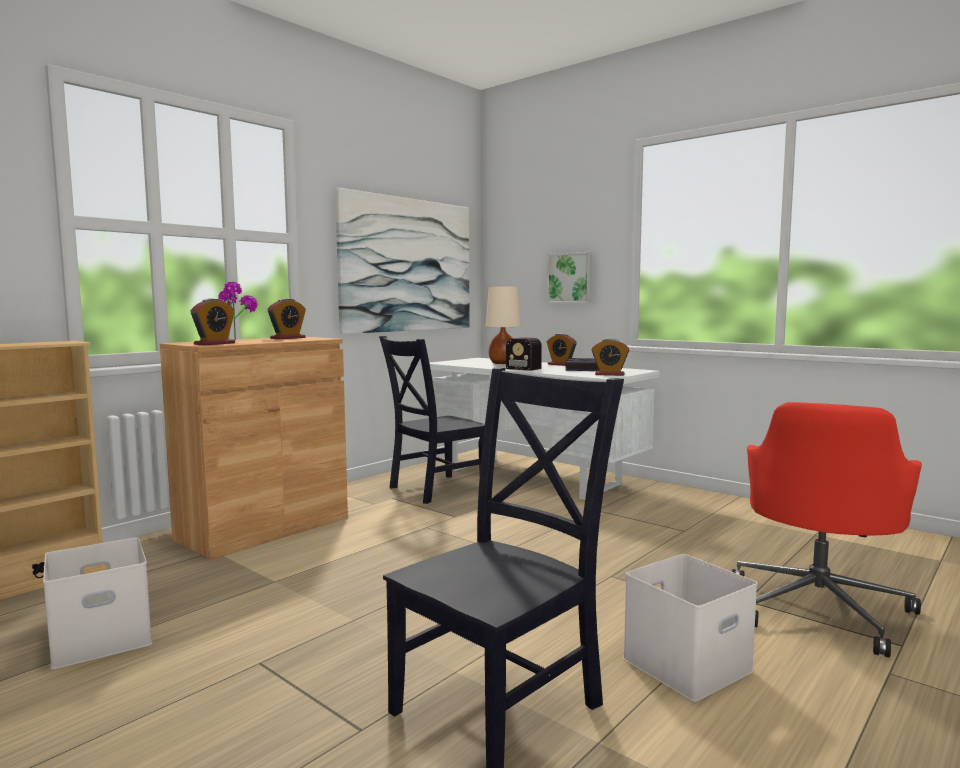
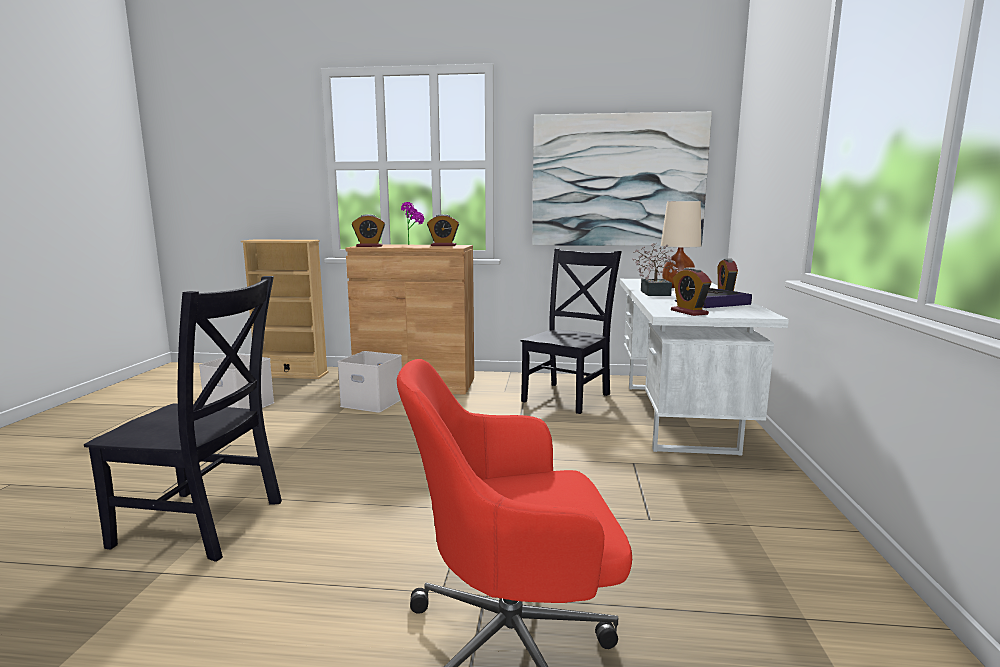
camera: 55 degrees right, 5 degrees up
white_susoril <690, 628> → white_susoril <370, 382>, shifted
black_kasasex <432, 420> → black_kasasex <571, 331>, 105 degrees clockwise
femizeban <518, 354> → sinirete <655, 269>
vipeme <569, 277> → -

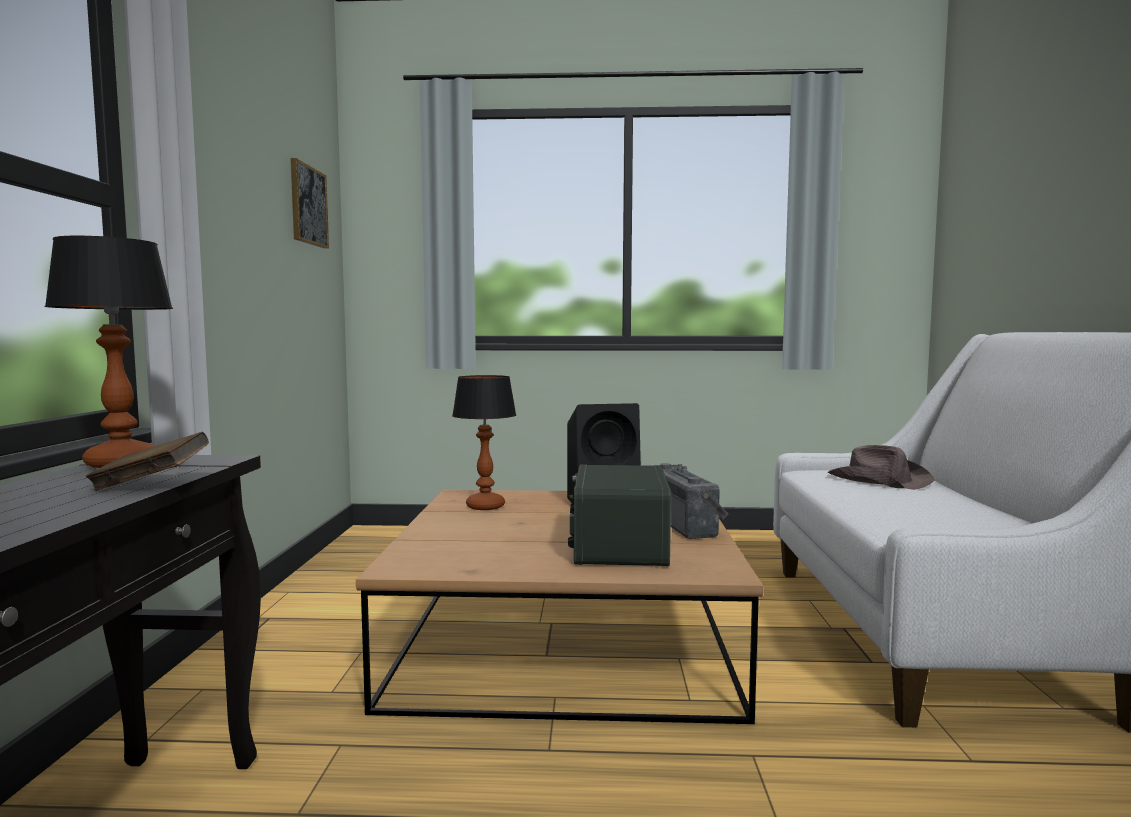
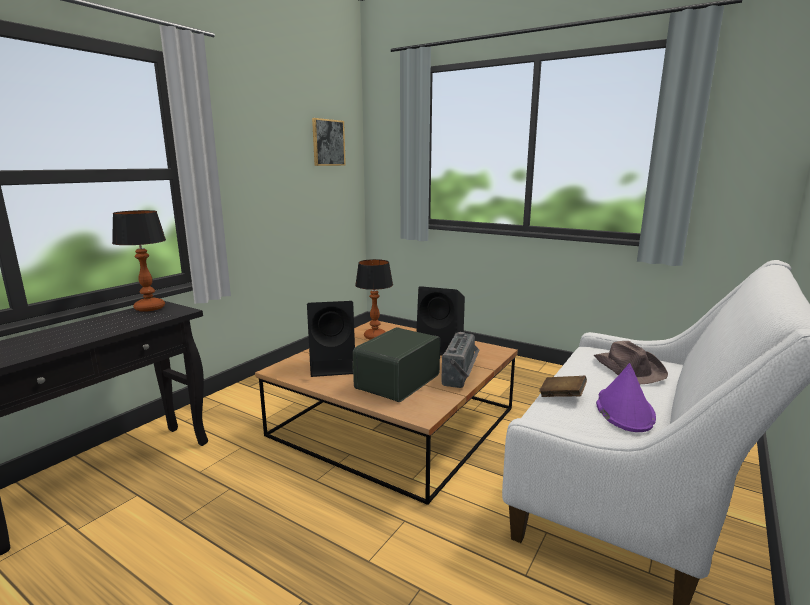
camera: 30 degrees right, 10 degrees up
- → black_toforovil <331, 339>
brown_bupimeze <147, 461> → brown_bupimeze <563, 386>, shifted
- → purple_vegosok <626, 397>

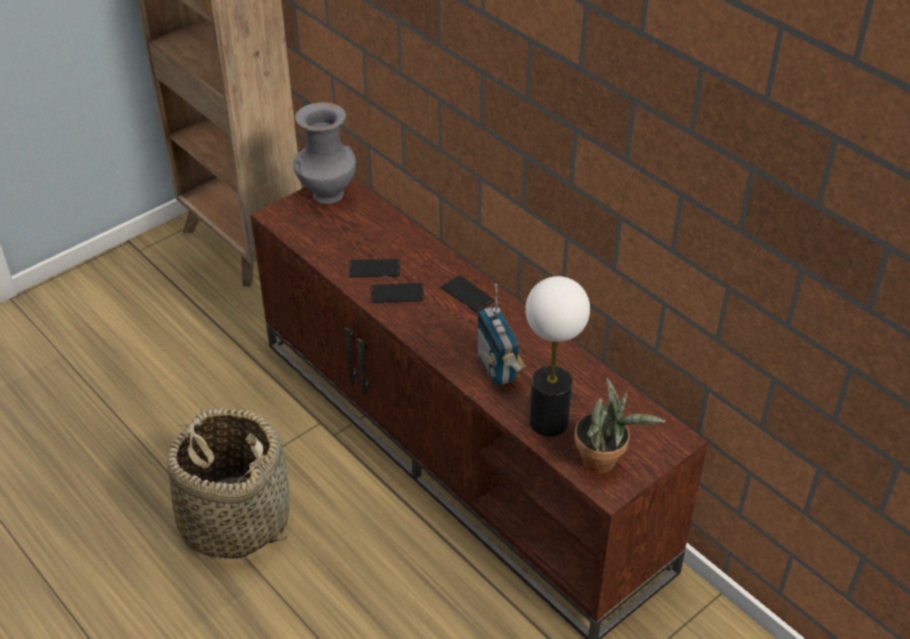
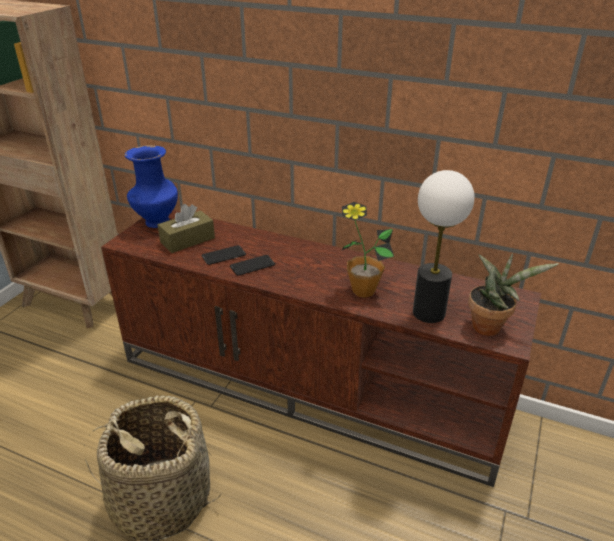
camera: 25 degrees left, 10 degrees down
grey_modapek <324, 153> → blue_modapek <151, 186>
- → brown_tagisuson <186, 228>
femizeban <501, 335> → sinirete <368, 250>
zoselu <468, 294> → -

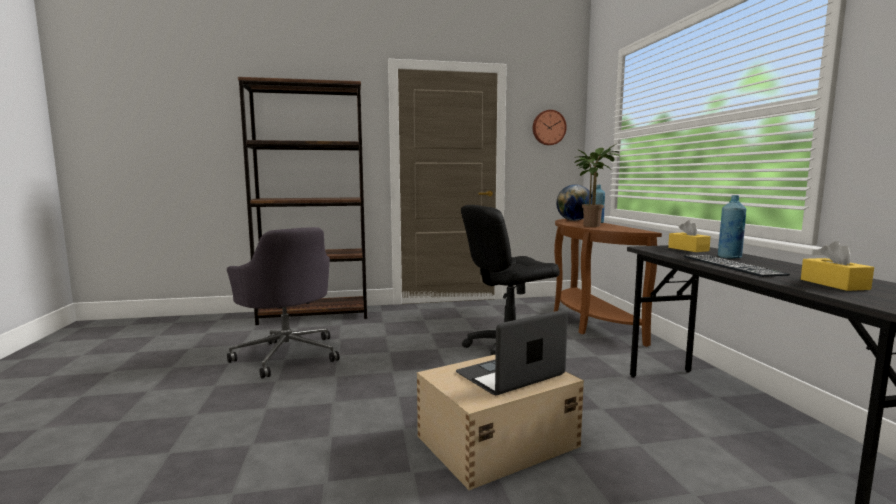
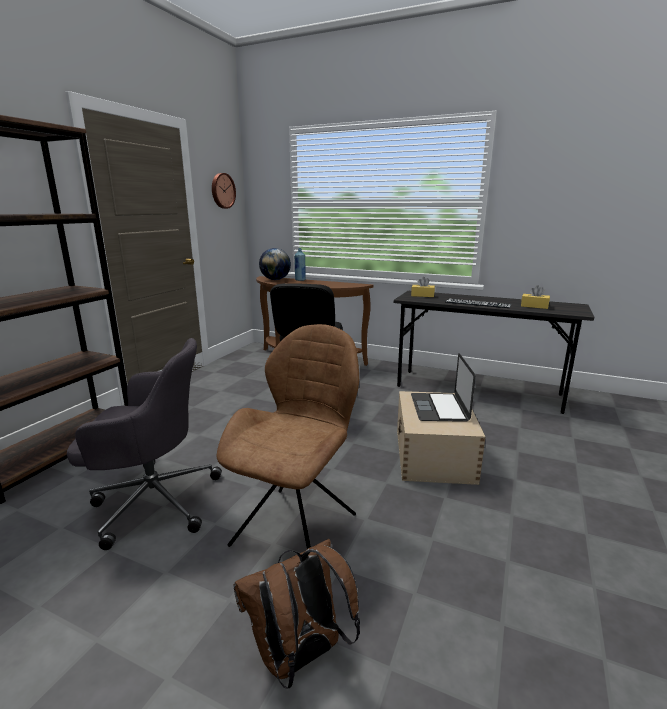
camera: 55 degrees left, 10 degrees up
- → brown_kasasex <287, 436>
- → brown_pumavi <297, 614>
sinirete <598, 185> → -
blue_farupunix <732, 226> → -

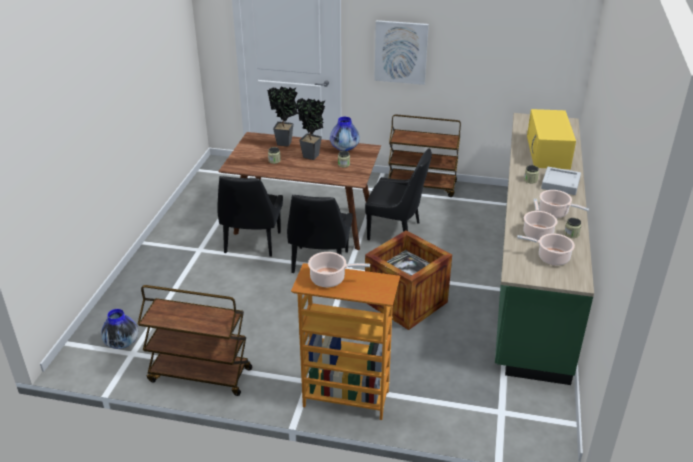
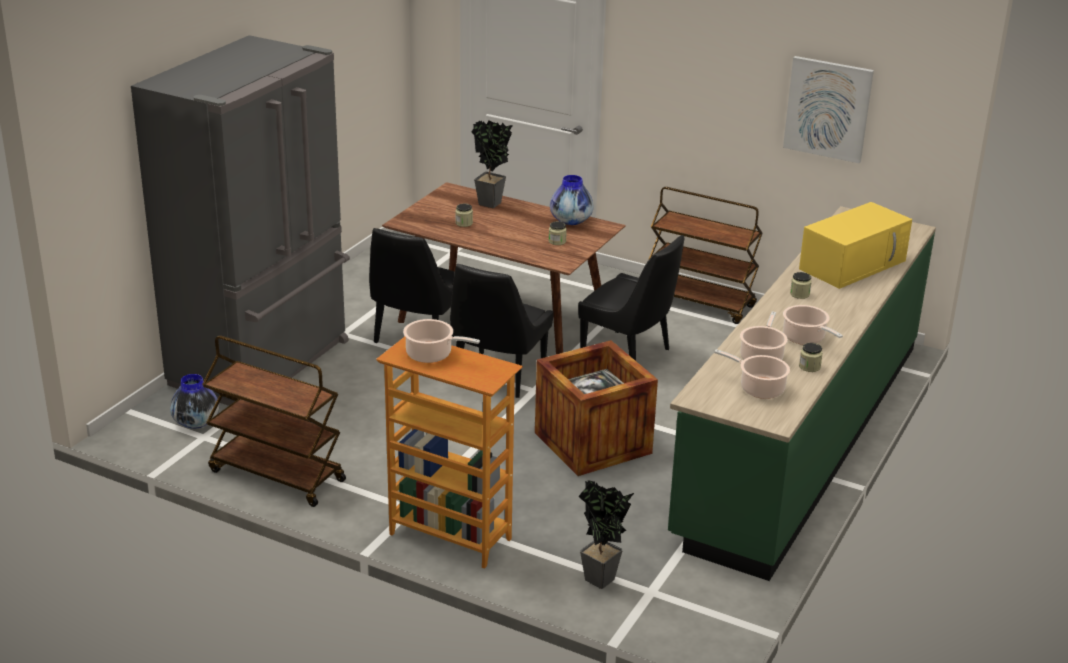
camera: 15 degrees right, 5 degrees down
- → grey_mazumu <240, 220>
sinirete <311, 129> → sinirete <606, 534>, shifted
vipeme <401, 52> → vipeme <828, 109>, shifted
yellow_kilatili <551, 139> → yellow_kilatili <855, 245>, 150 degrees counterclockwise
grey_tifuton <561, 181> → -

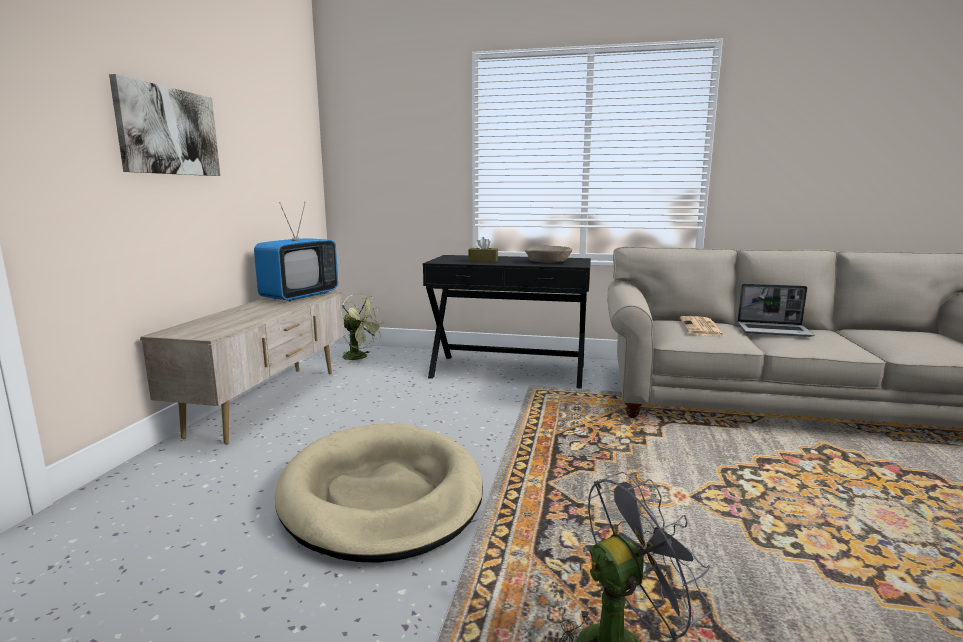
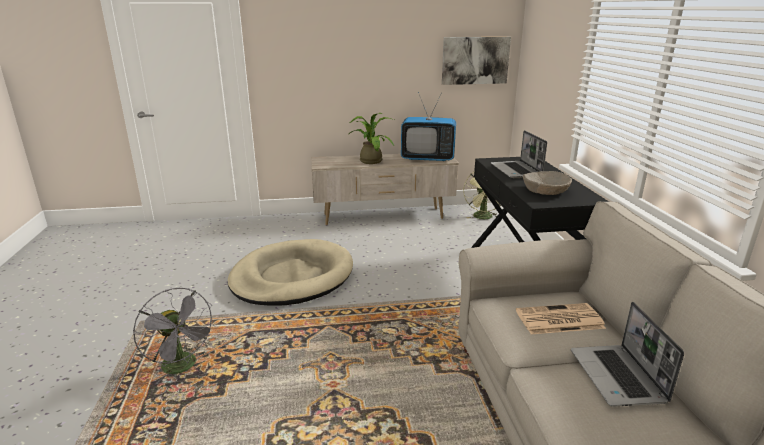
camera: 70 degrees right, 10 degrees up
- → sinirete <371, 138>
vipeme <164, 125> → vipeme <476, 61>, shifted
brown_tagisuson <483, 249> → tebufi <519, 154>

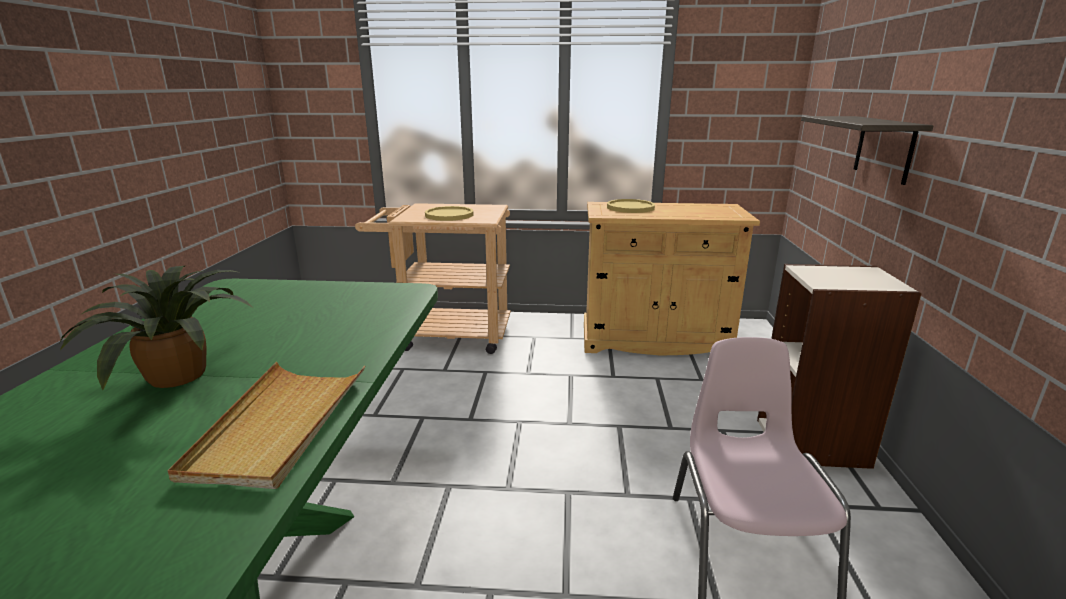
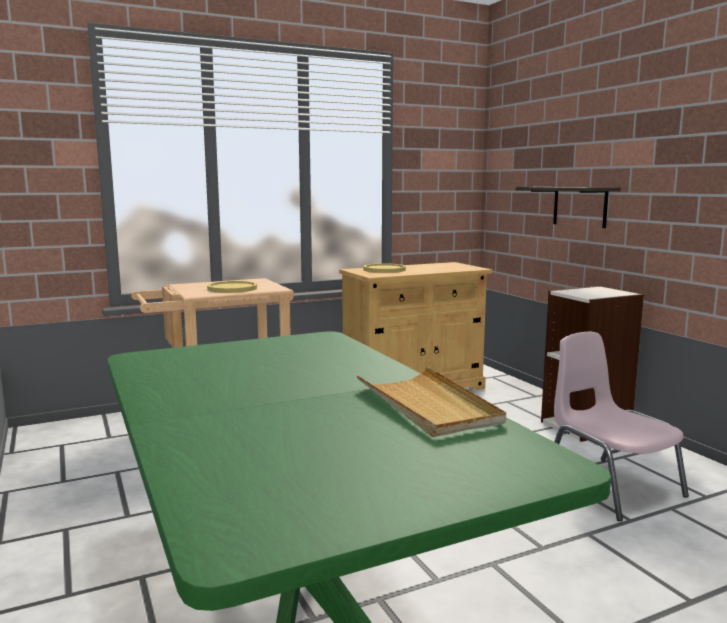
camera: 30 degrees left, 10 degrees down
sinirete <156, 328> → -

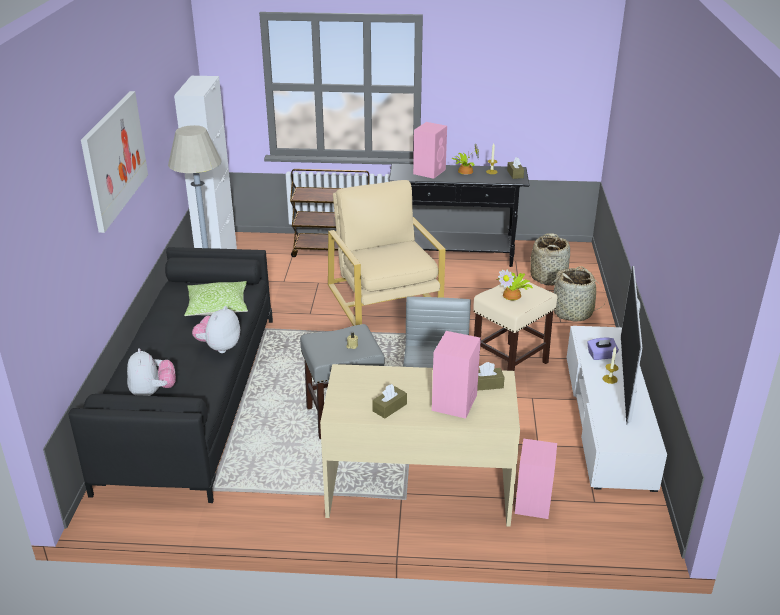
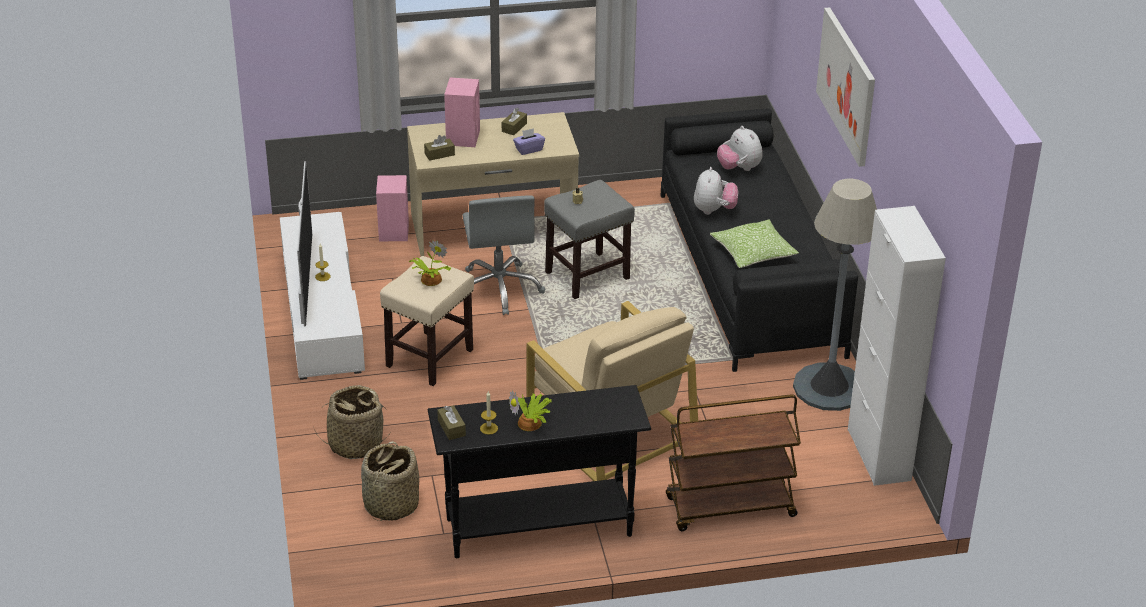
camera: 165 degrees right, 5 degrees up
purple_tagisuson <603, 349> → purple_tagisuson <529, 141>, shifted
pink_toforovil <430, 150> → -

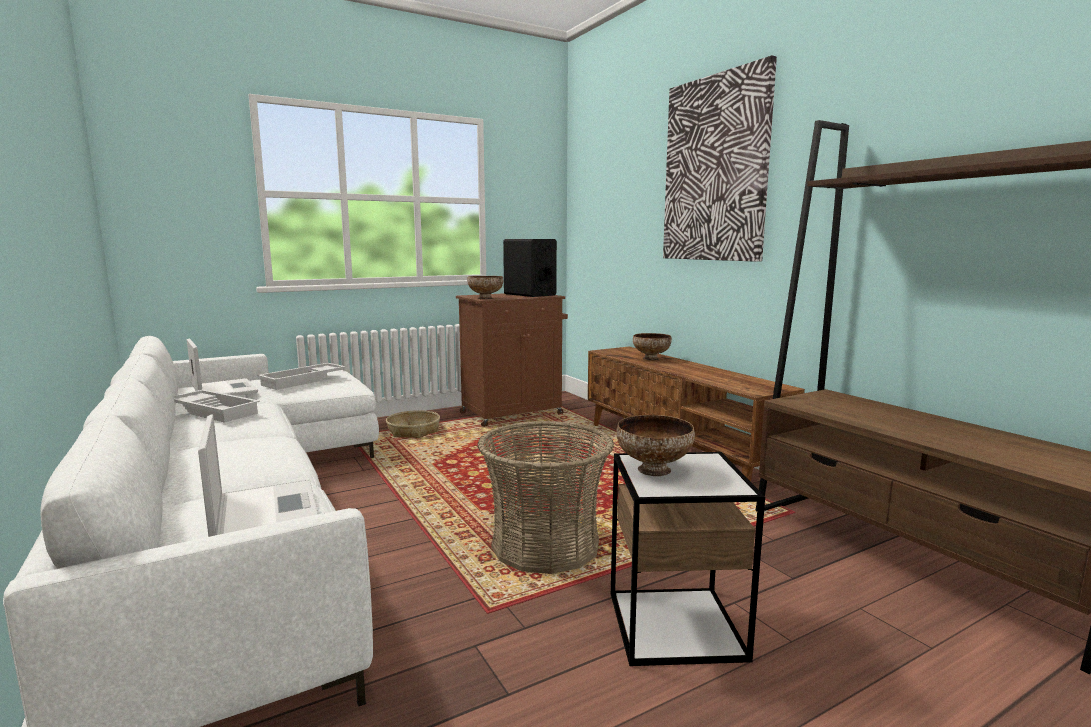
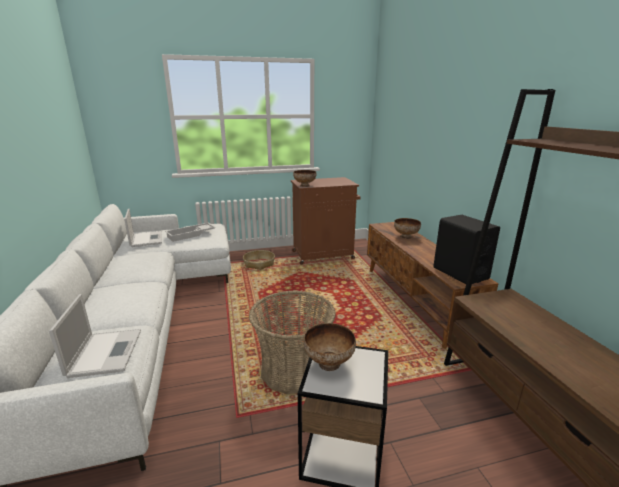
camera: 15 degrees right, 10 degrees up
black_toforovil <530, 268> → black_toforovil <466, 249>, shifted
white_tifuton <216, 406> → -
vipeme <720, 158> → -

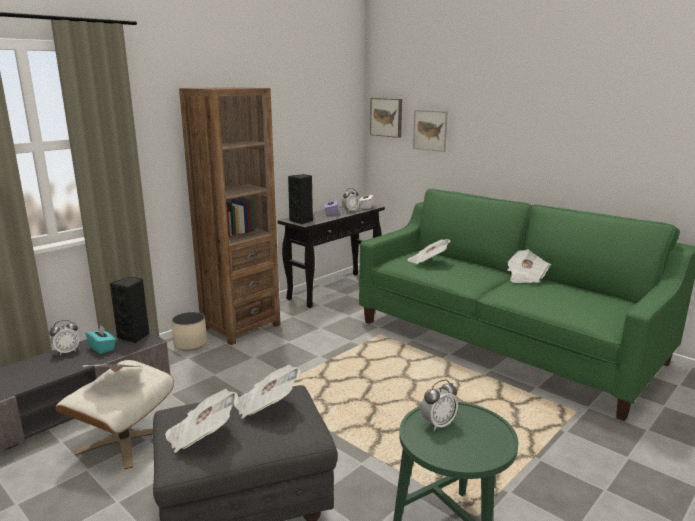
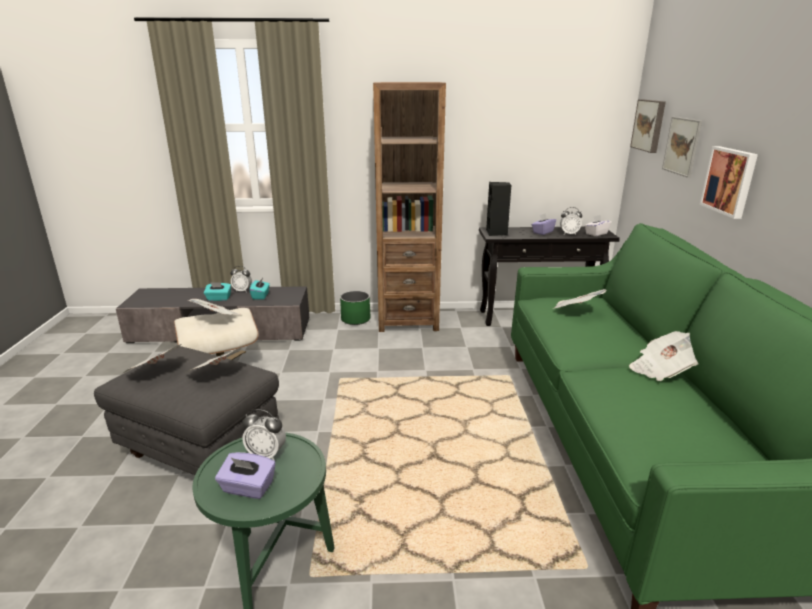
camera: 45 degrees right, 5 degrees up
- → turquoise_tagisuson <217, 291>
- → purple_tagisuson <245, 475>
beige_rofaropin <189, 331> → green_rofaropin <355, 308>
- → vipeme <729, 182>
black_toforovil <130, 310> → -

